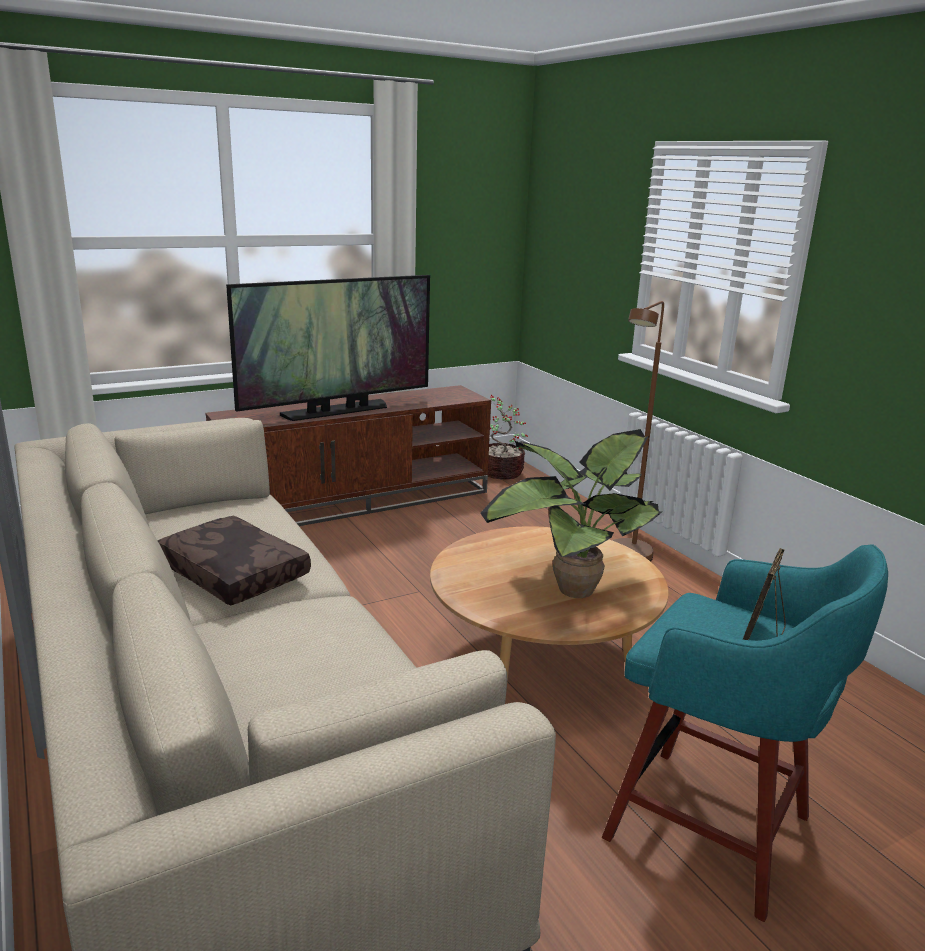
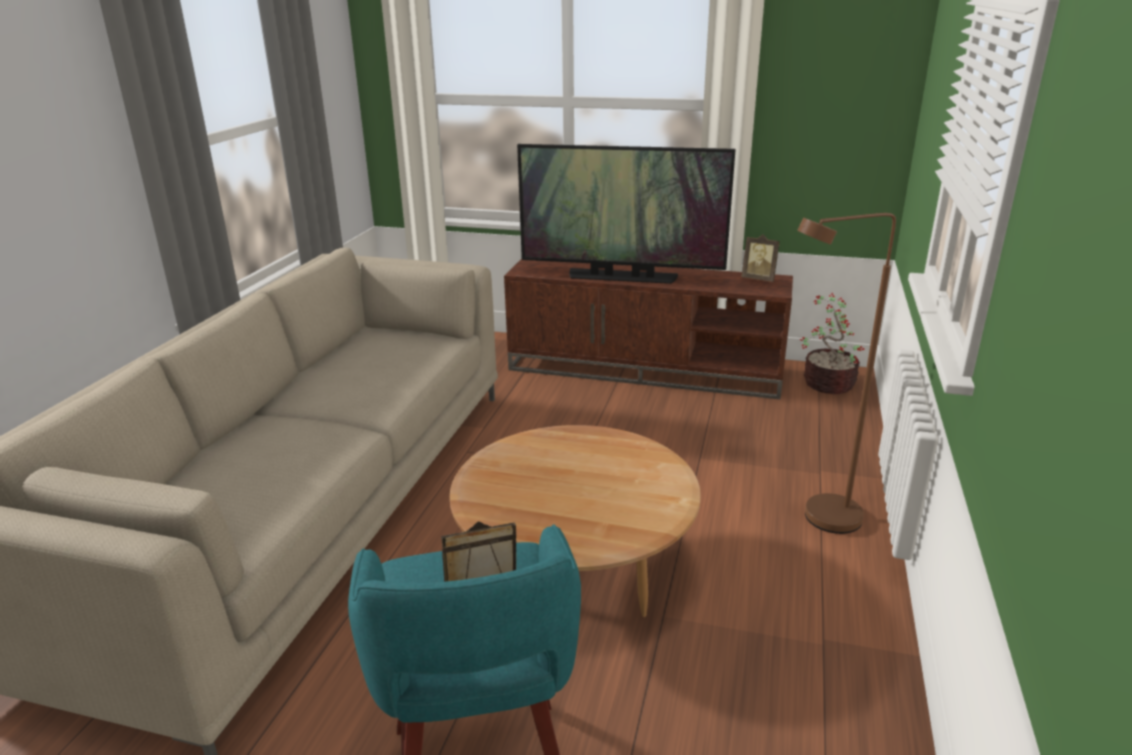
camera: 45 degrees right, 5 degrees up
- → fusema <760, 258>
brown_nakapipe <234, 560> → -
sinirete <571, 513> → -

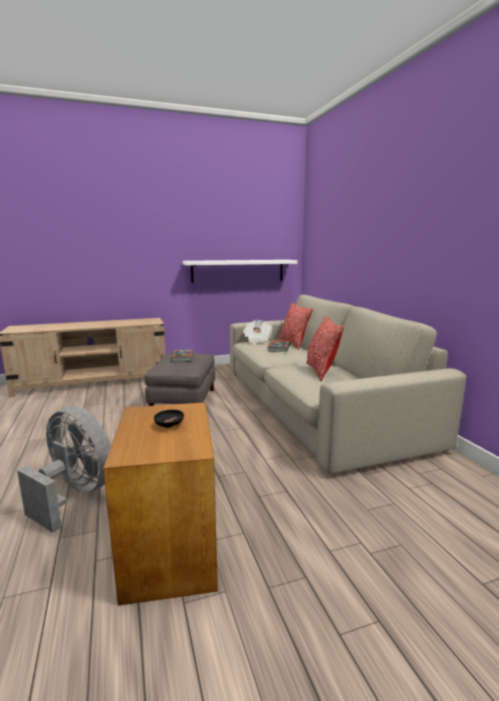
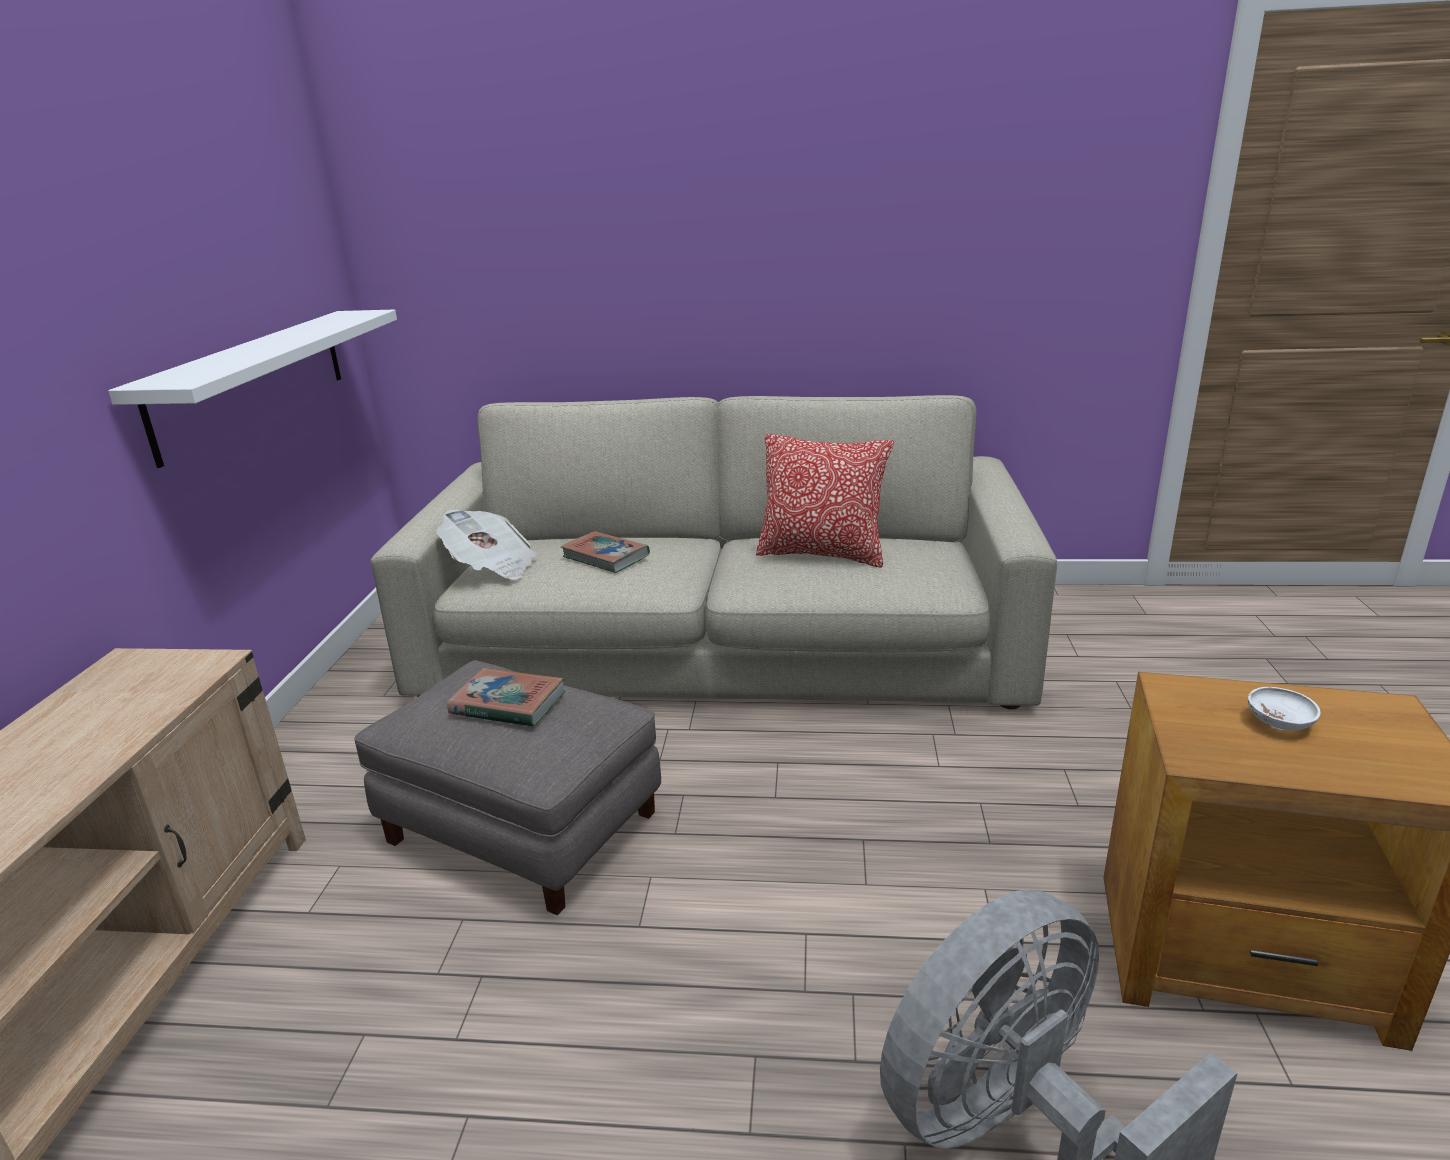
camera: 65 degrees left, 10 degrees up
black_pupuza <169, 418> → white_pupuza <1284, 709>
nakapipe <296, 326> → -

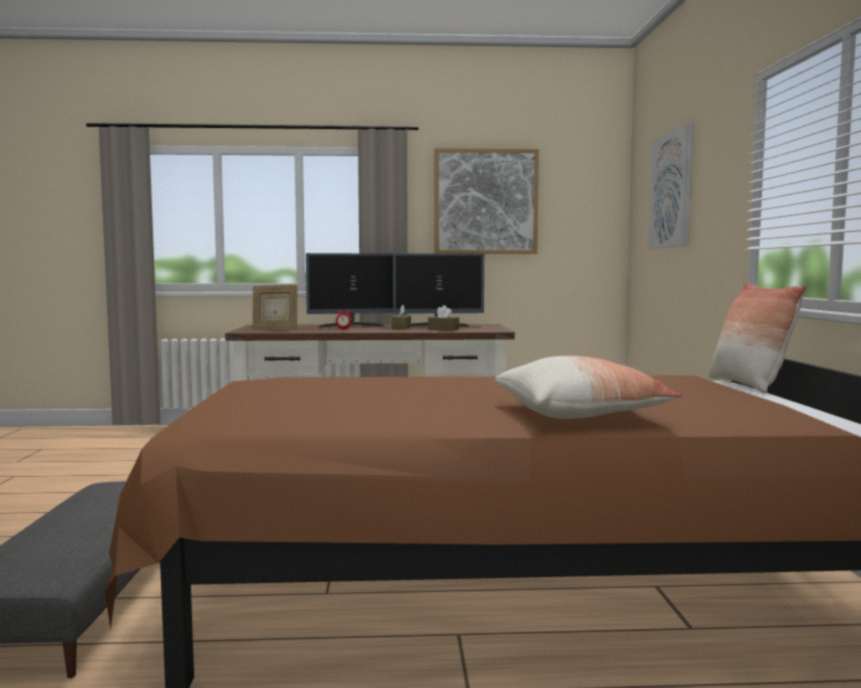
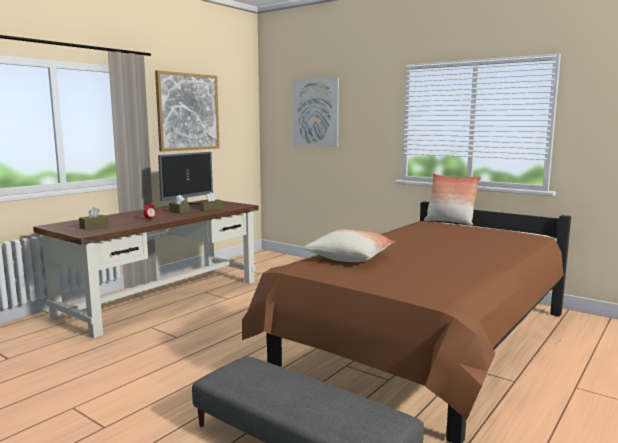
camera: 50 degrees left, 5 degrees up
fusema <275, 306> → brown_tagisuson <94, 218>
nakapipe <588, 387> → nakapipe <349, 245>, shifted
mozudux <349, 290> → -

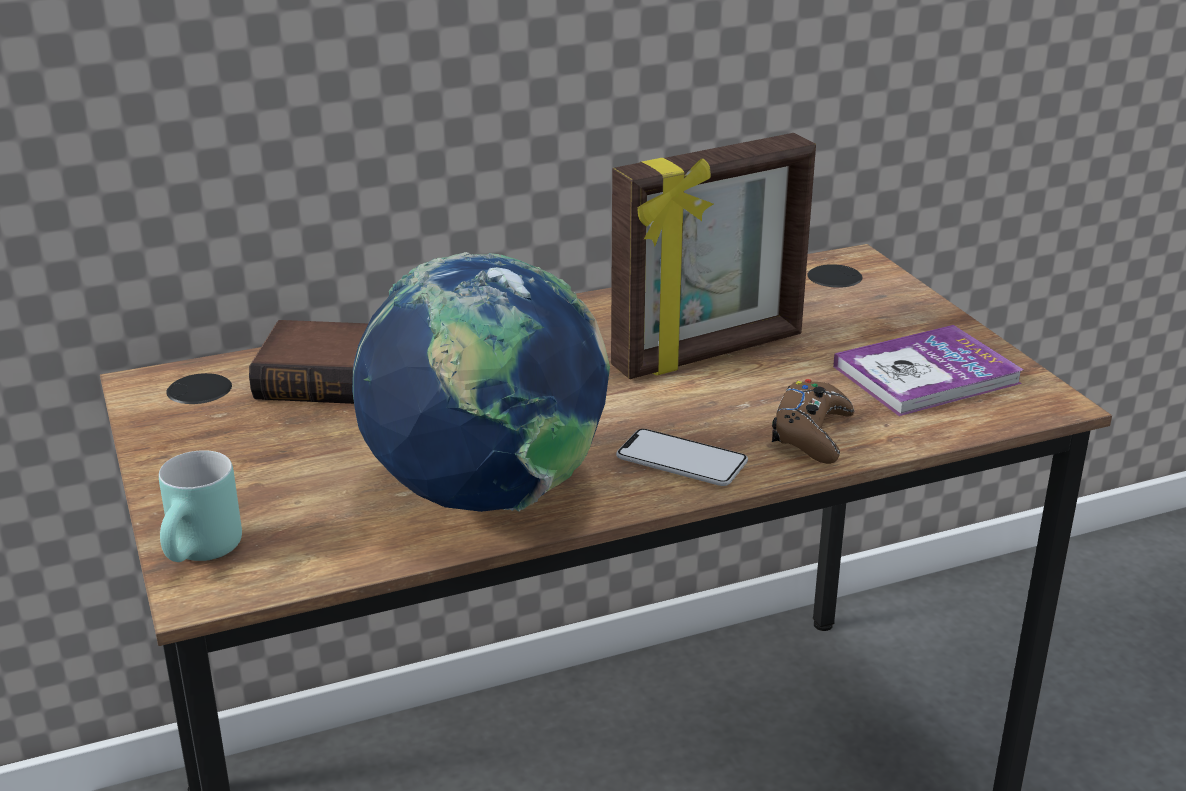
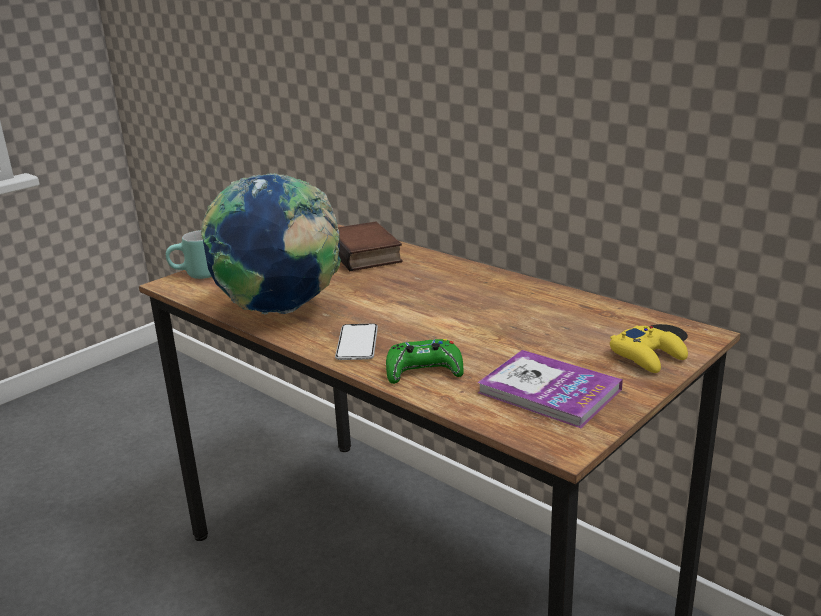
camera: 65 degrees right, 5 degrees down
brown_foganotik <813, 421> → green_foganotik <425, 361>
- → yellow_foganotik <649, 349>
fusema <713, 256> → -

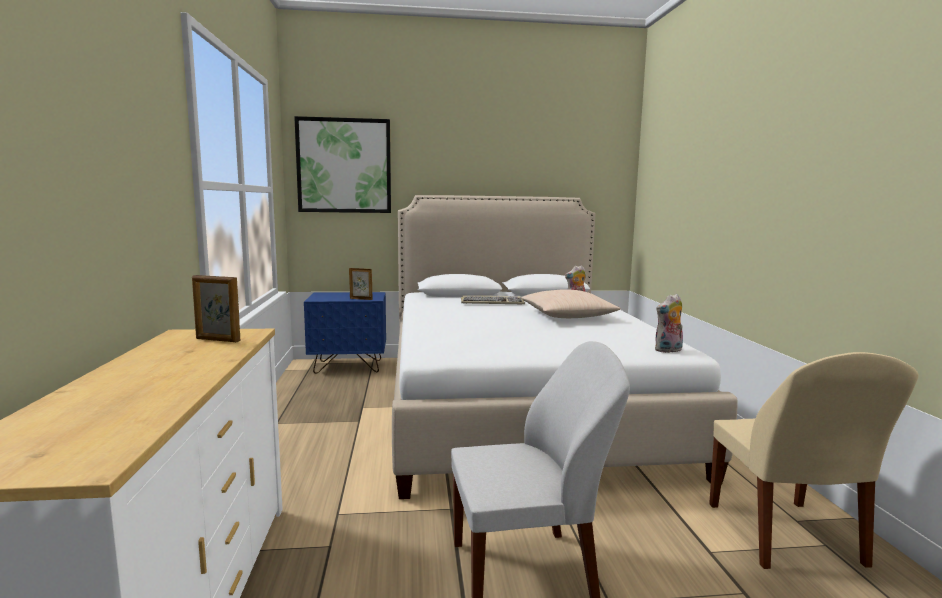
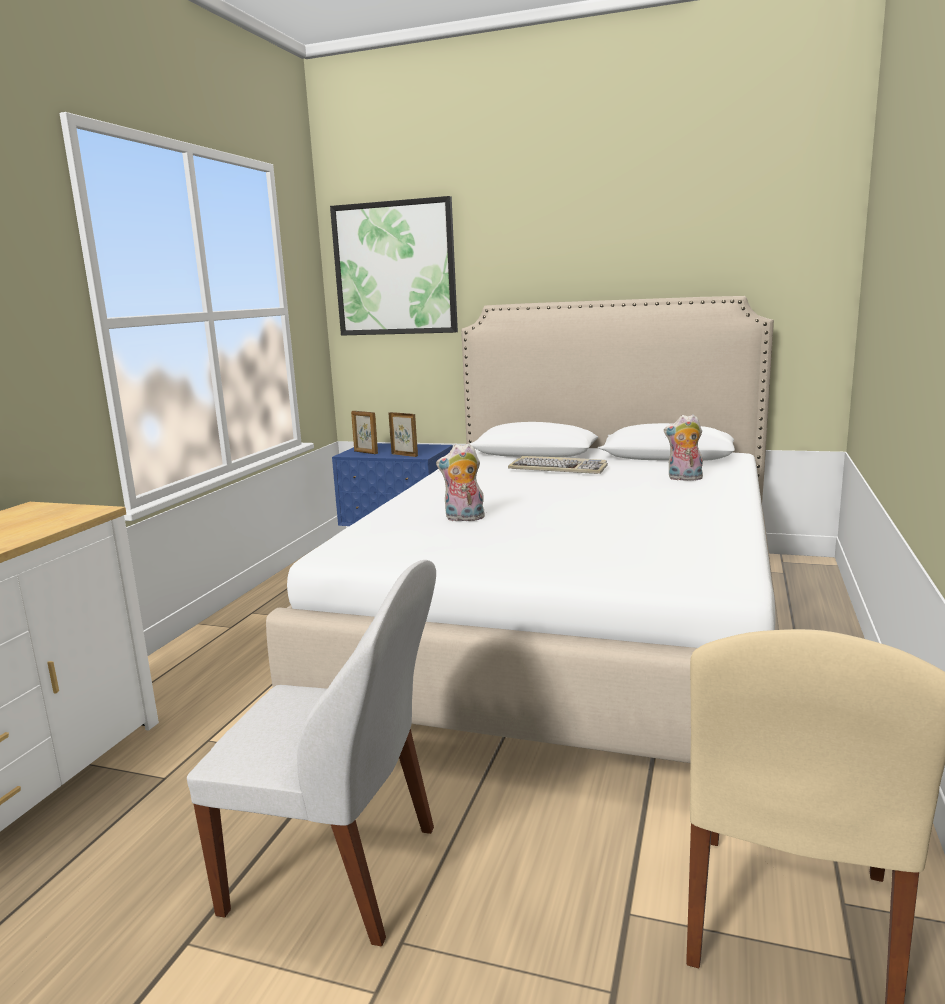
camera: 25 degrees right, 5 degrees up
fusema <216, 308> → fusema <364, 432>, shifted
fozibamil <669, 323> → fozibamil <460, 482>, shifted
beige_nakapipe <571, 303> → -

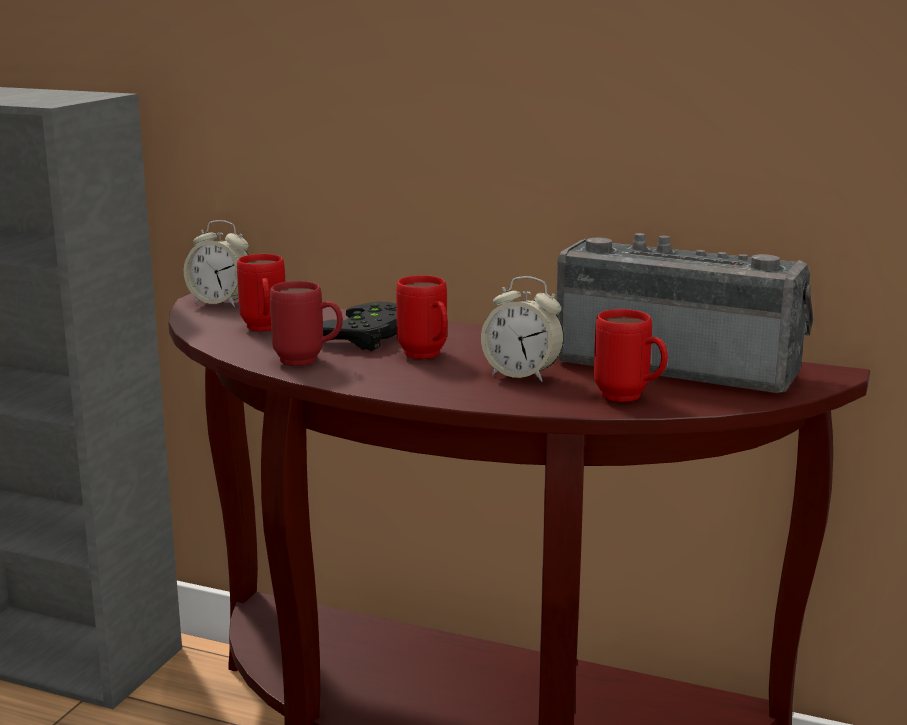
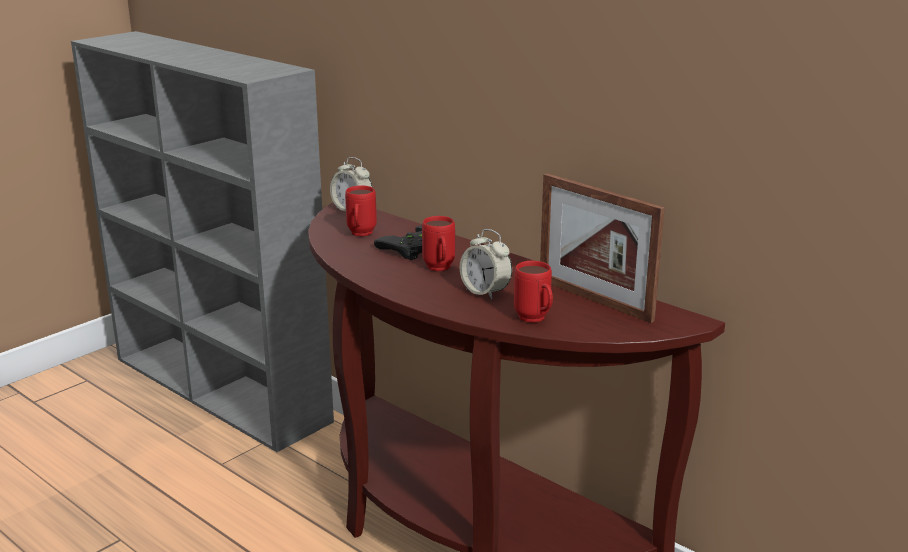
camera: 20 degrees right, 5 degrees up
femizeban <685, 313> → fusema <602, 248>
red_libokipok <306, 323> → -

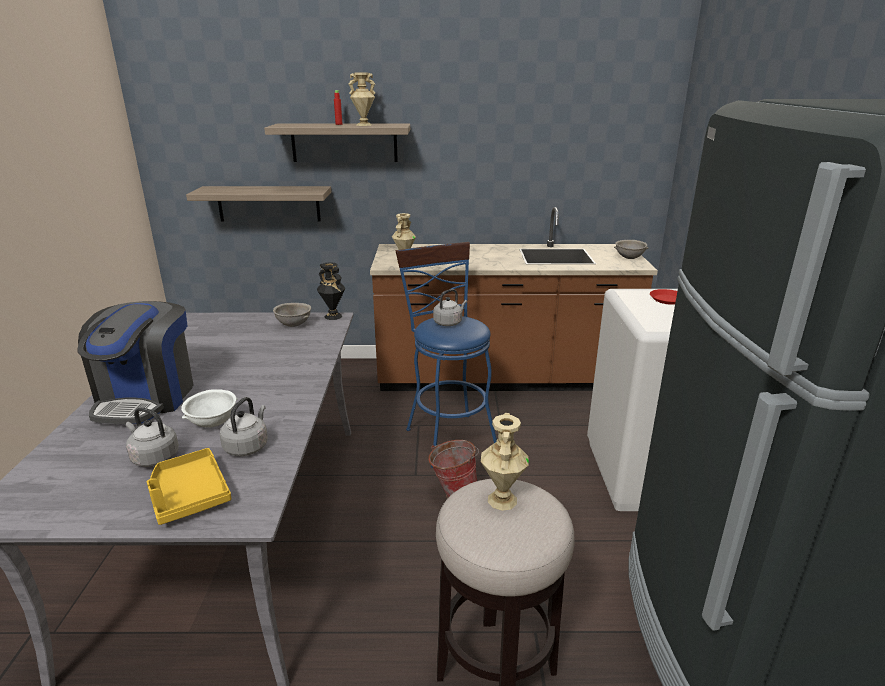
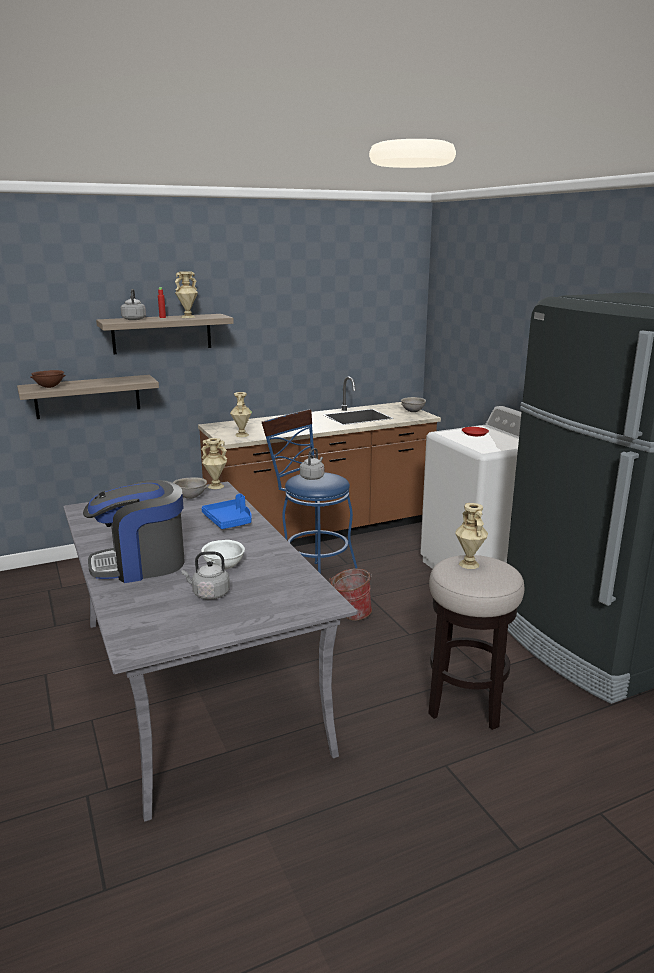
camera: 25 degrees left, 5 degrees down
- → brown_pupuza <47, 379>
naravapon <135, 362> → naravapon <134, 531>, 90 degrees clockwise
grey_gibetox <244, 426> → grey_gibetox <133, 304>, shifted
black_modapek <331, 291> → beige_modapek <214, 463>
- → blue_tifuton <226, 511>
yellow_tifuton <188, 486> → -

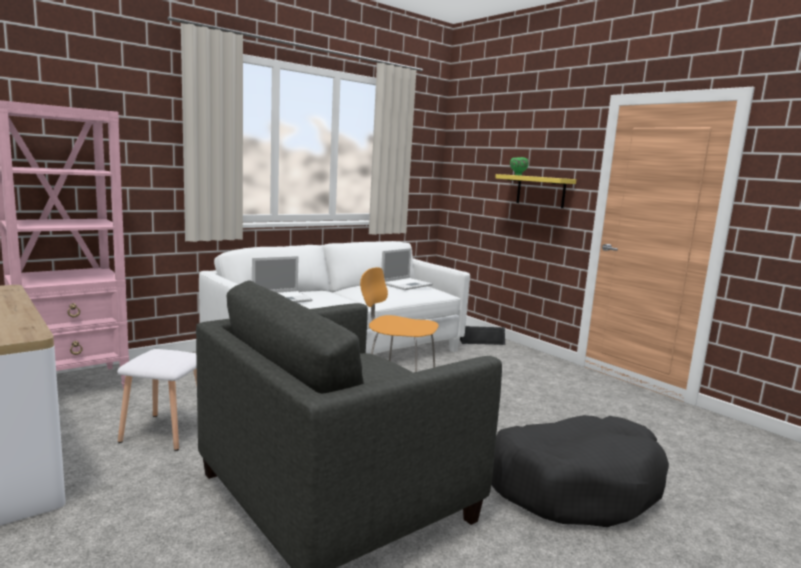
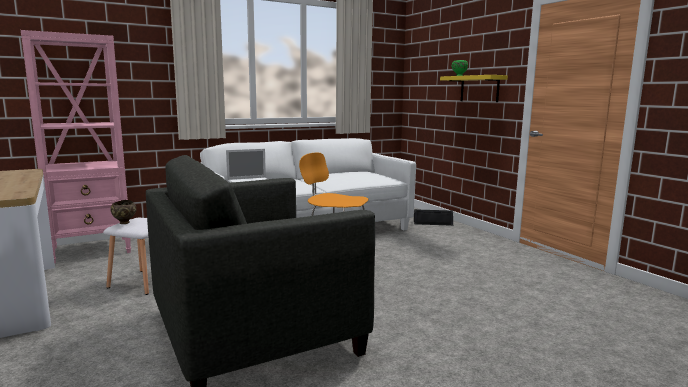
camera: 10 degrees right, 0 degrees up
- → brown_pupuza <123, 212>
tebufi <407, 269> → -
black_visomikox <580, 471> → -

